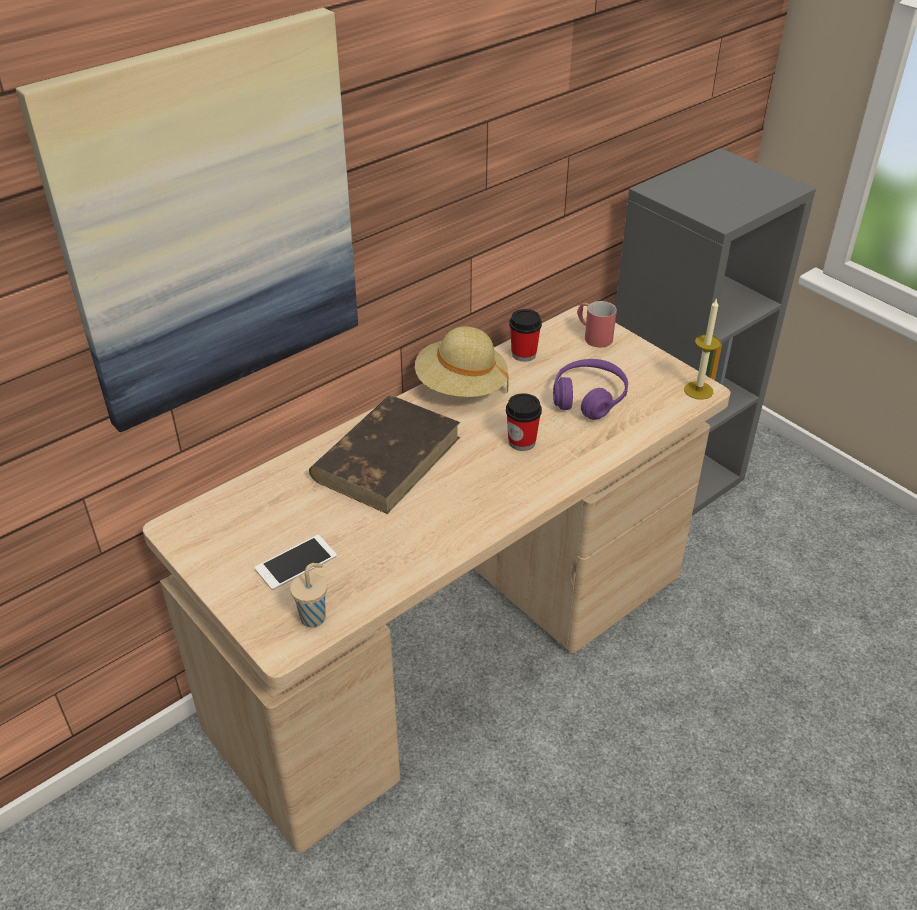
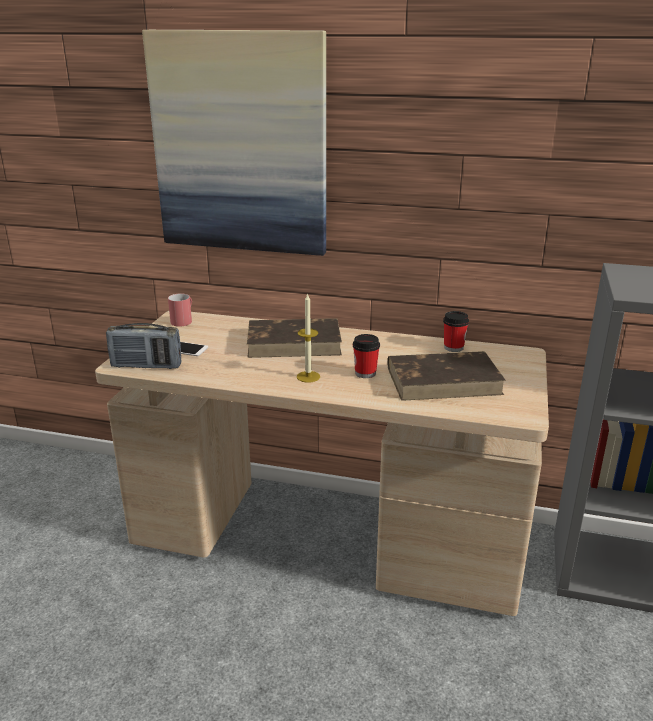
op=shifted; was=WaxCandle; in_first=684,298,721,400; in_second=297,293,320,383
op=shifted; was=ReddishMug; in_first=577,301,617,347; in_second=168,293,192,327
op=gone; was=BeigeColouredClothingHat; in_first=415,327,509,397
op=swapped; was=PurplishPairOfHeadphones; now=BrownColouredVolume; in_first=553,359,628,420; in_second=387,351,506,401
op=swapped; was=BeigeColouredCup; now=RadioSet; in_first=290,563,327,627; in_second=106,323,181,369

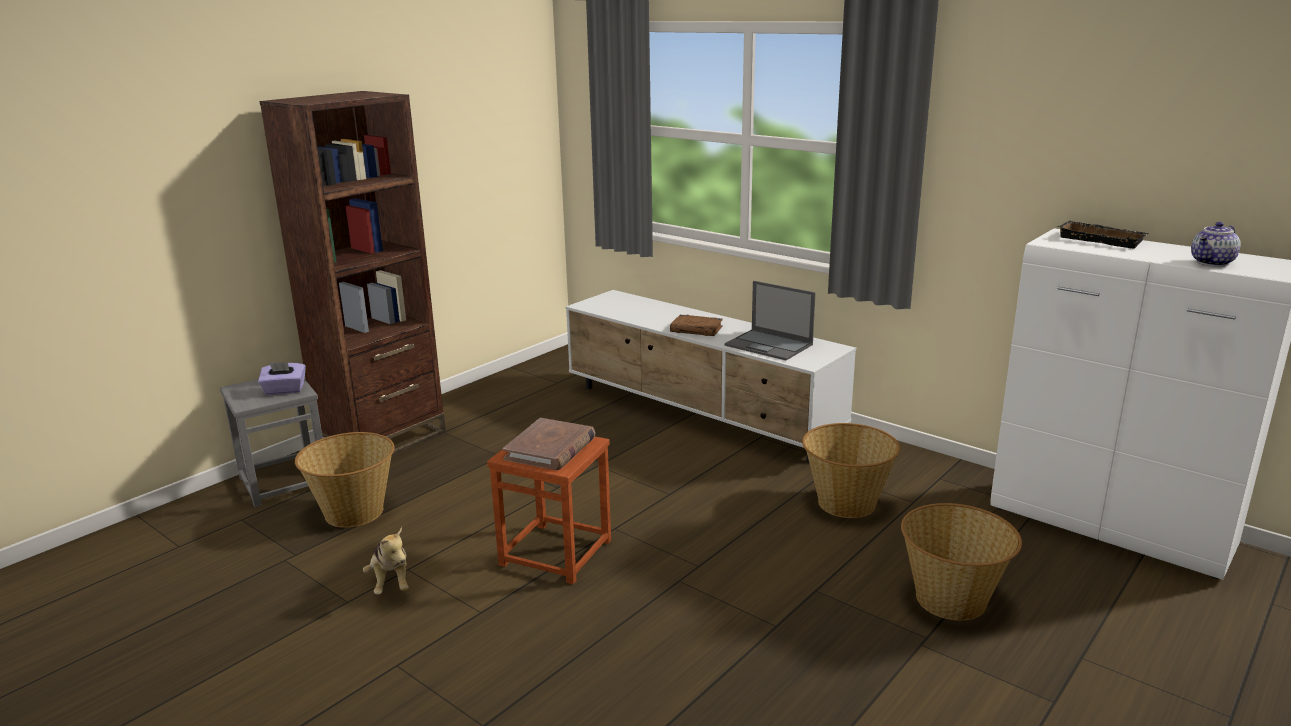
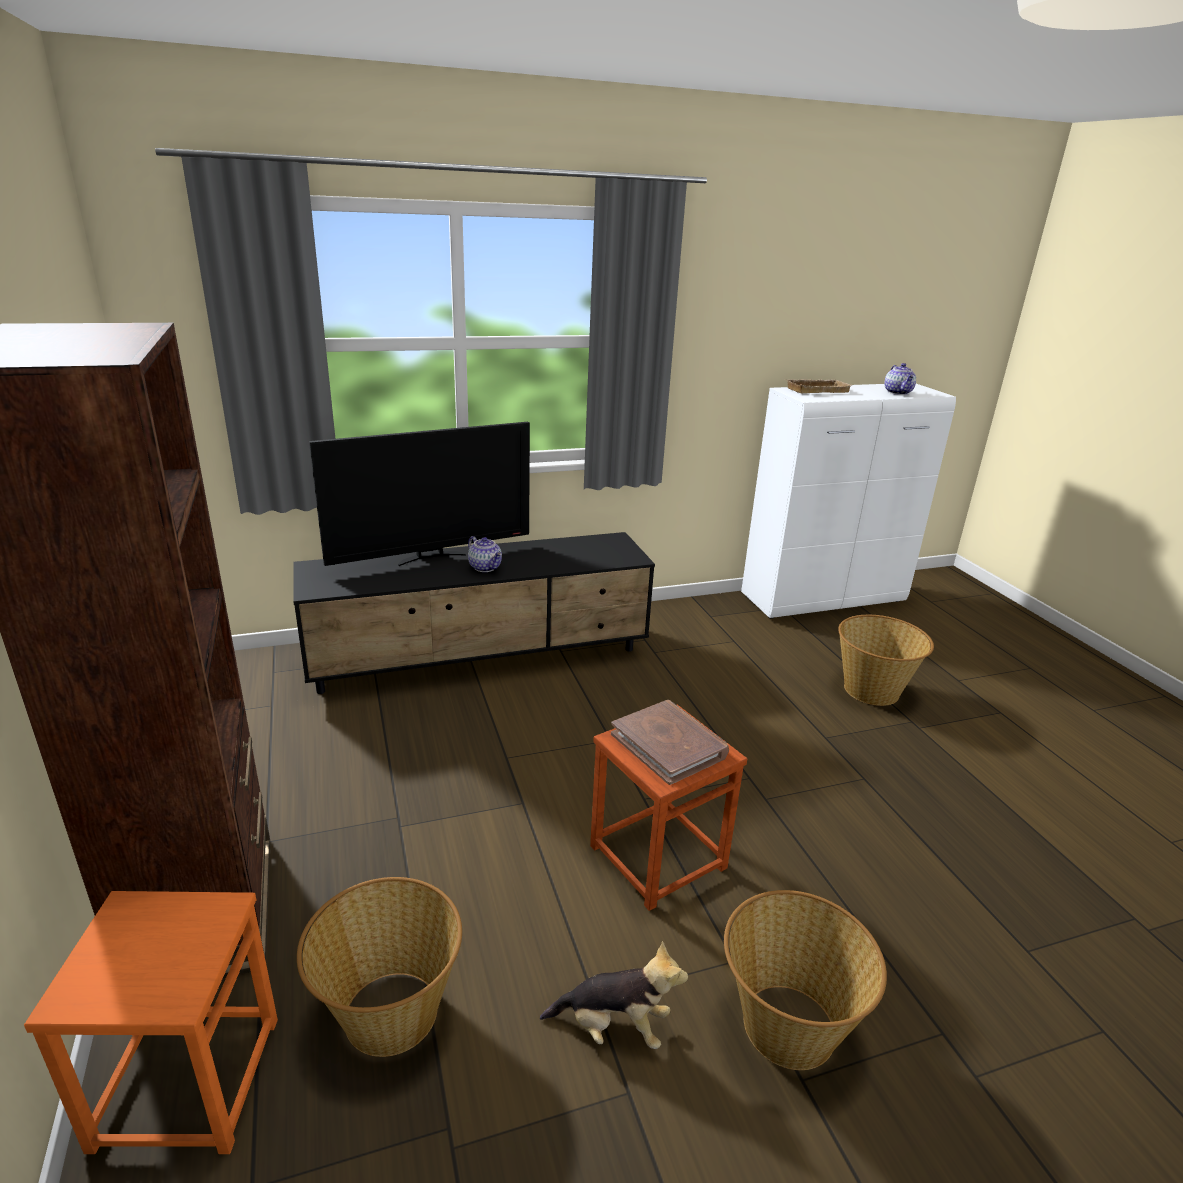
op=repainted; was=BlackServingTray; now=BeigeColouredServingTray; in_first=1057,221,1149,249; in_second=785,379,851,393
op=gone; was=PortableComputer; in_first=725,281,816,360
op=repainted; was=WhiteColouredTvUnit; now=BlackTvUnit; in_first=566,290,856,463; in_second=293,532,655,694
op=swapped; was=BrownColouredVolume; now=TeaPot; in_first=670,314,723,336; in_second=468,536,502,572
op=gone; was=PurplishTissueHolder; in_first=258,362,306,395
op=repainted; was=GraySittingStool; now=OrangeySittingStool; in_first=220,379,323,507; in_second=24,891,278,1154
op=shifted; was=Basket; in_first=802,423,900,518; in_second=724,890,887,1070
op=new; now=TvSet; in_second=309,422,530,566

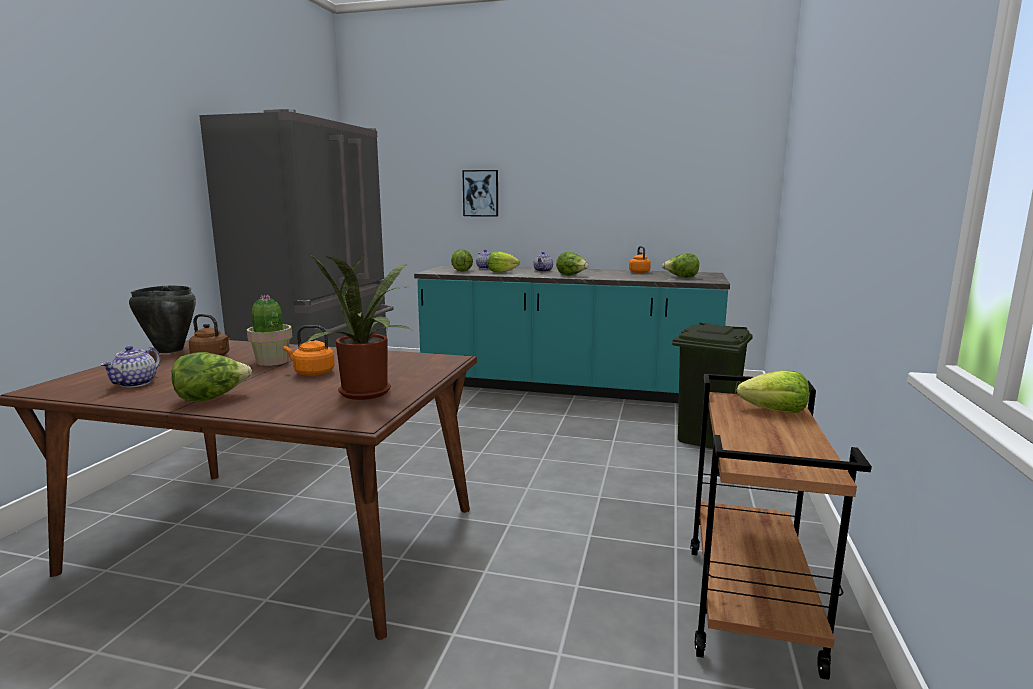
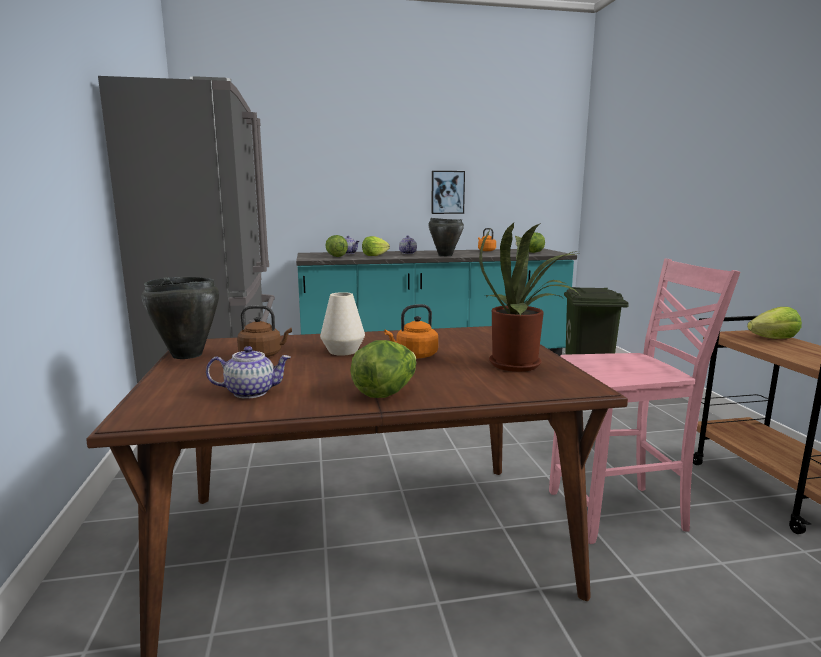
op=shifted; was=Picture; in_first=462,170,498,217; in_second=431,171,465,214
op=swapped; was=LettuceHead; now=BlackStockpot; in_first=556,252,589,276; in_second=428,218,464,256
op=swapped; was=Houseplant; now=WhiteColouredDecorativeVase; in_first=247,295,292,366; in_second=320,292,365,356
op=rotated; was=TeaPot; in_first=100,346,161,387; in_second=206,346,291,399; clockwise=-90
op=new; now=PinkColouredChair; in_second=549,259,740,544

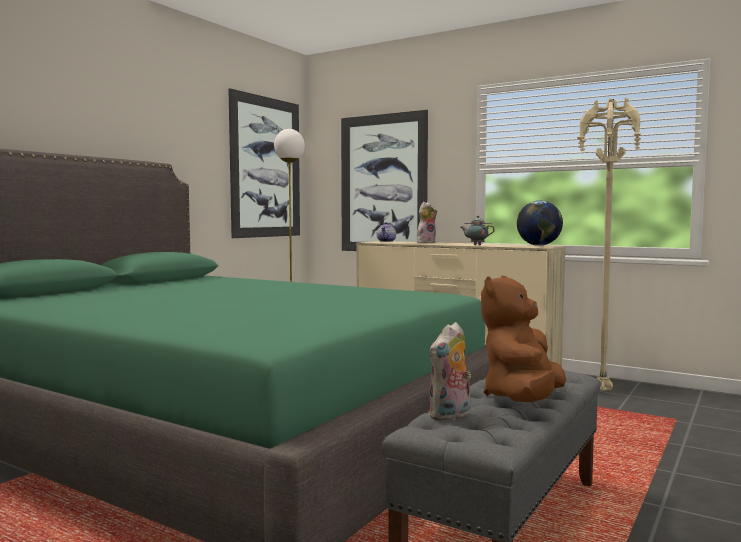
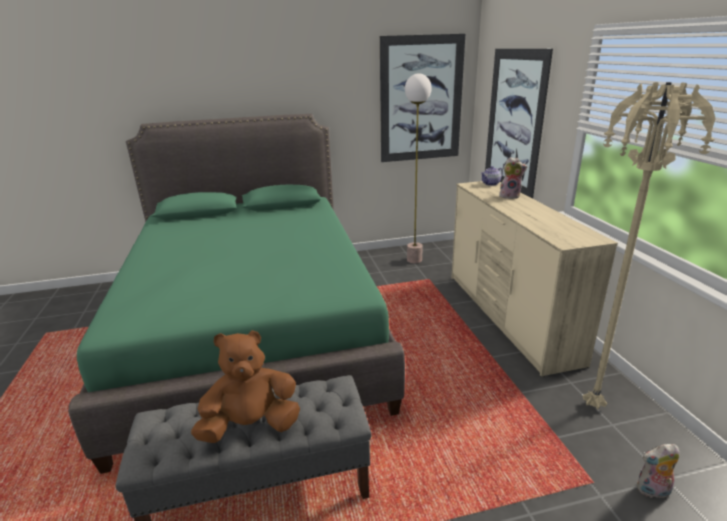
op=gone; was=Globe; in_first=517,200,563,246
op=gone; was=TeaPot; in_first=460,216,495,245
op=shifted; was=PlushToy; in_first=429,322,471,422; in_second=637,444,679,498

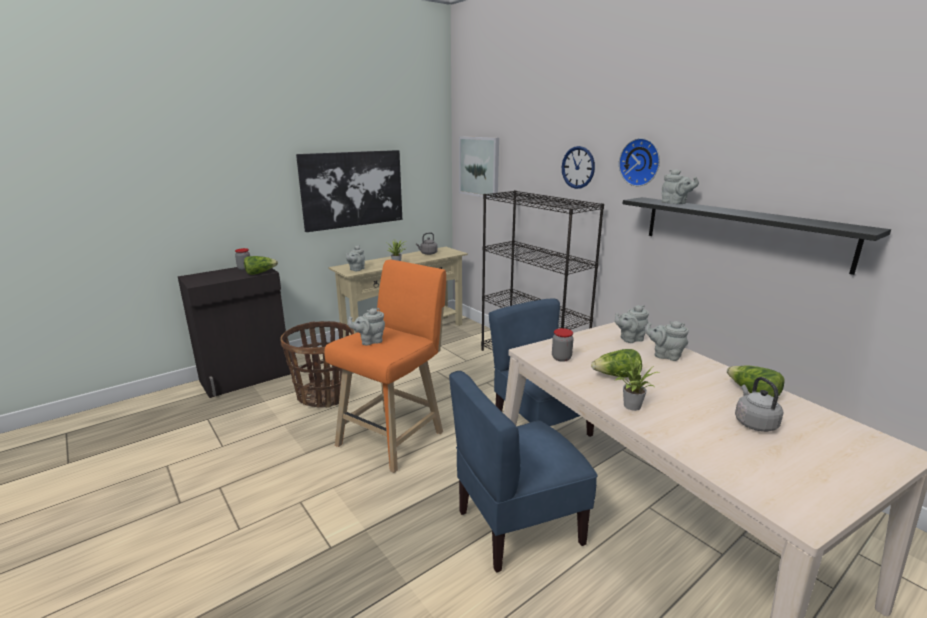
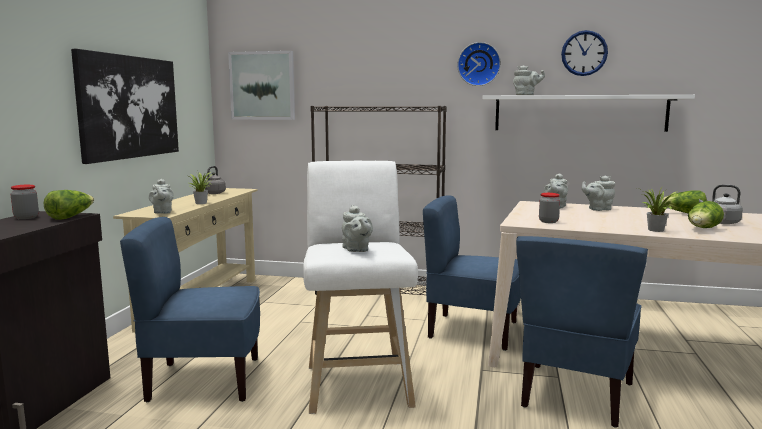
op=shifted; was=ClockOnTheWall; in_first=562,146,595,189; in_second=561,30,608,76
op=repainted; was=BlackShelf; now=WhiteColouredShelf; in_first=623,197,891,275; in_second=482,95,695,132
op=repainted; was=OrangeySittingStool; now=WhiteColouredSittingStool; in_first=324,260,446,473; in_second=303,161,418,414
op=rotated; was=GrayTeaPot; in_first=348,308,385,345; in_second=342,205,373,252; clockwise=-45
op=swapped; was=Basket; now=BlueChair; in_first=280,321,354,408; in_second=120,217,260,402
op=shifted; was=LettuceHead; in_first=591,349,642,377; in_second=688,201,724,228

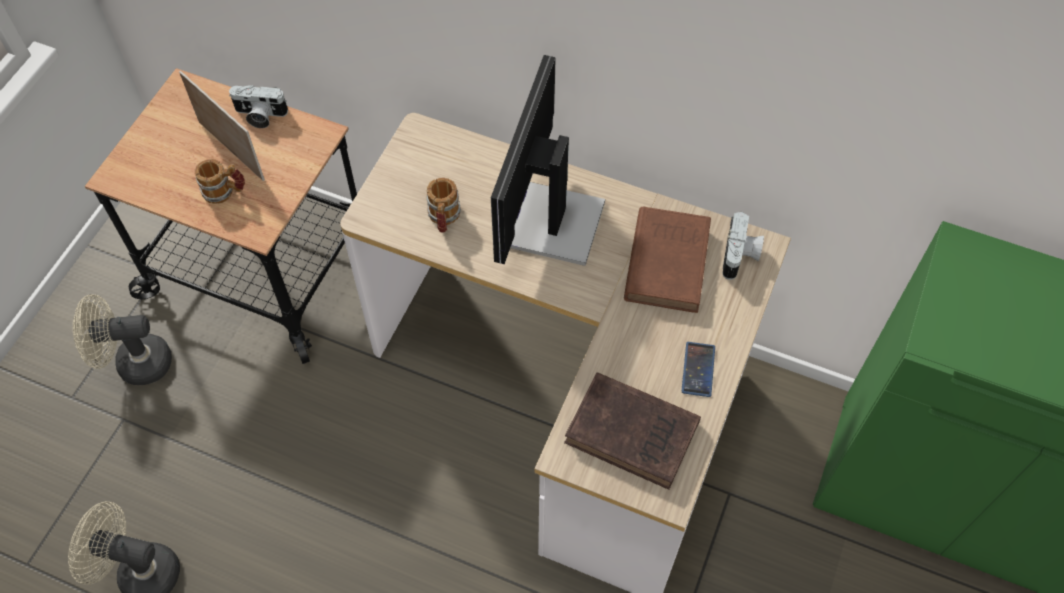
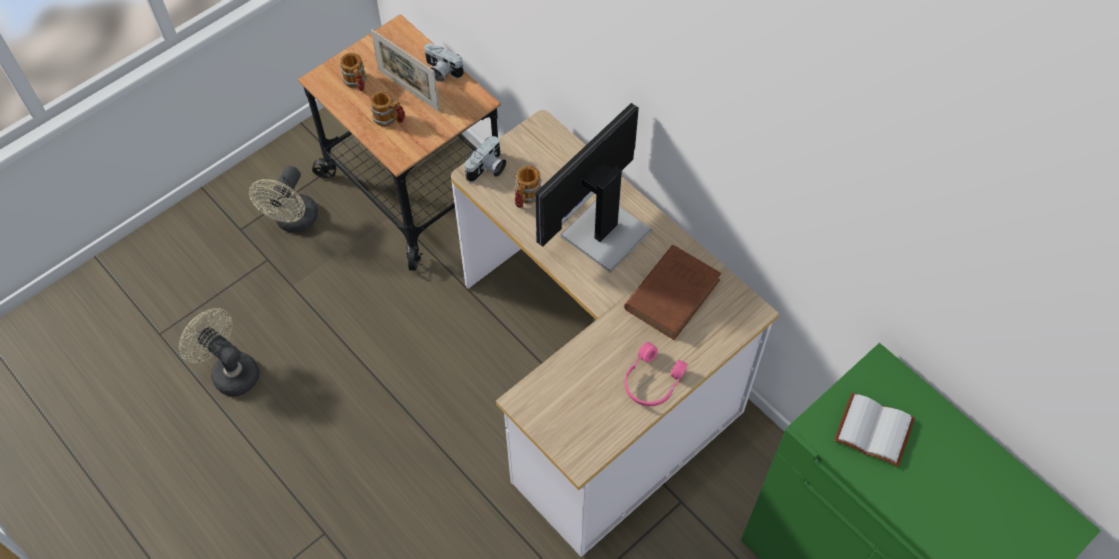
op=rotated; was=PhotoFrame; in_first=179,71,265,181; in_second=371,29,440,112; clockwise=150
op=shifted; was=PhotoCamera; in_first=722,212,764,280; in_second=465,136,507,182
op=rotated; was=BeigeColouredCoolingFan; in_first=73,294,172,385; in_second=249,166,318,233; clockwise=-90
op=swapped; was=Phone; now=PinkColouredPairOfHeadphones; in_first=682,342,715,397; in_second=625,342,688,406
op=gone; was=BrownColouredVolume; in_first=564,372,701,490
op=new; now=Mug; in_second=340,53,367,91
op=new; now=WhiteColouredVolume; in_second=834,393,915,467

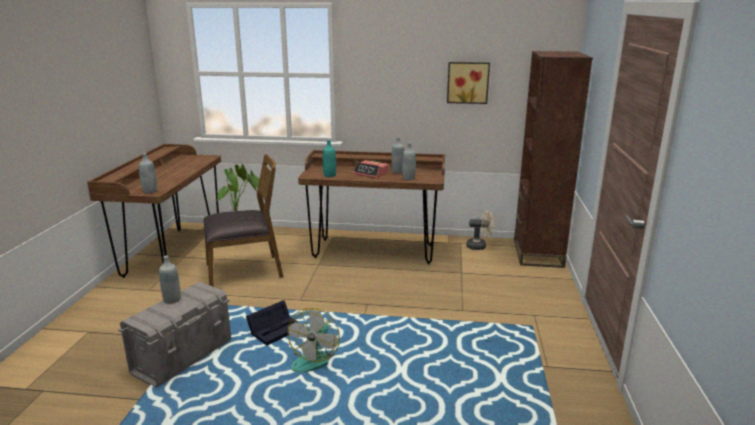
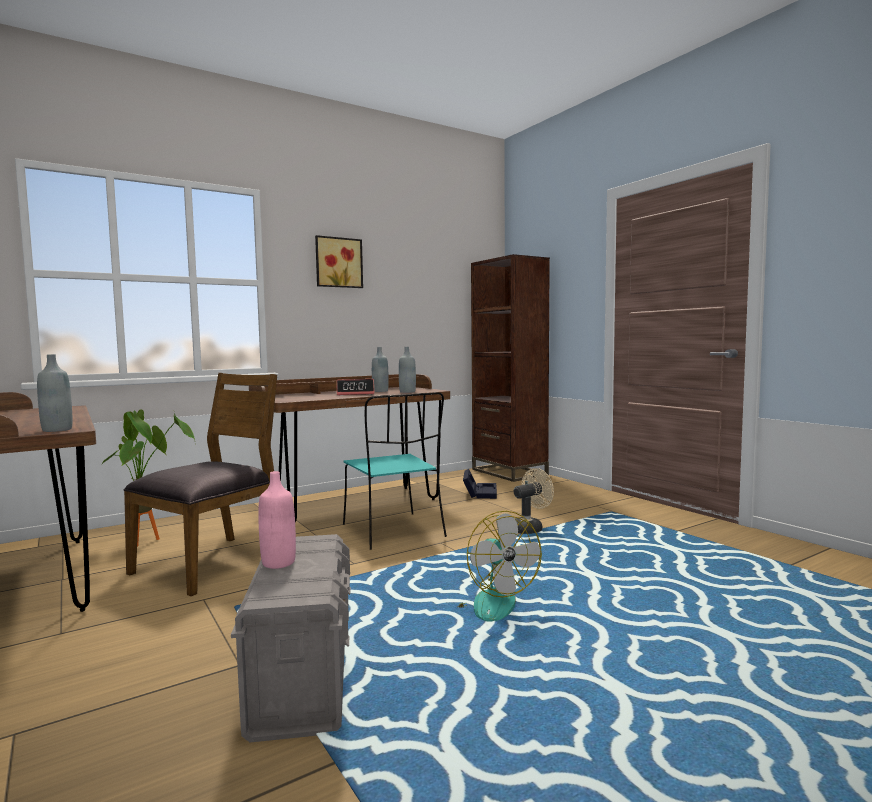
op=shifted; was=Picture; in_first=447,62,490,104; in_second=315,235,363,288
op=gone; was=TurquoiseColouredBottle; in_first=323,140,336,177
op=shifted; was=BeigeColouredCoolingFan; in_first=466,211,494,250; in_second=514,468,554,534
op=repainted; was=GrayBottle; now=PinkColouredBottle; in_first=159,256,181,304; in_second=258,471,296,569
op=shifted; was=BlackStorageBox; in_first=246,300,300,346; in_second=463,469,497,499
op=new; now=TurquoiseColouredChair; in_second=343,392,447,550

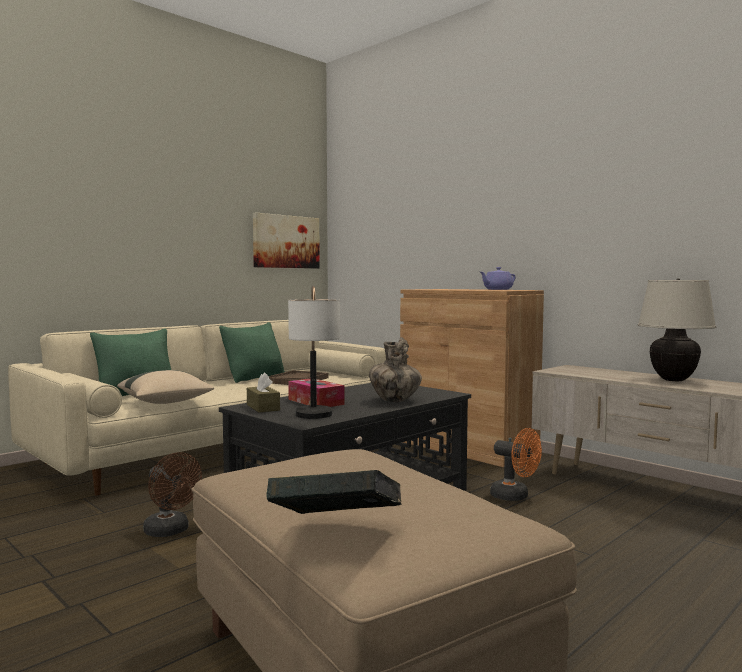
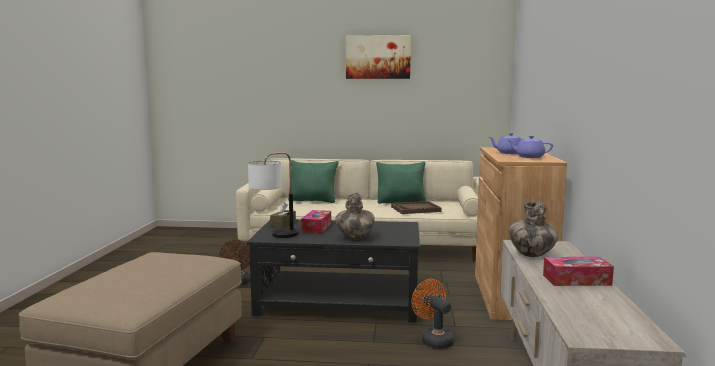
op=shifted; was=Picture; in_first=253,213,320,268; in_second=346,35,411,79
op=swapped; was=BeigeColouredLampForATable; now=TissueHolder; in_first=638,278,716,381; in_second=543,257,614,286
op=gone; was=BeigeColouredCushion; in_first=117,370,214,404
op=rotated; was=OrangeyCoolingFan; in_first=490,428,542,501; in_second=411,279,454,349; clockwise=150
op=gone; was=Volume; in_first=266,470,401,514
op=new; now=PurplishTeaPot; in_second=489,133,522,154
op=new; now=DecorativeVase; in_second=509,200,558,257

